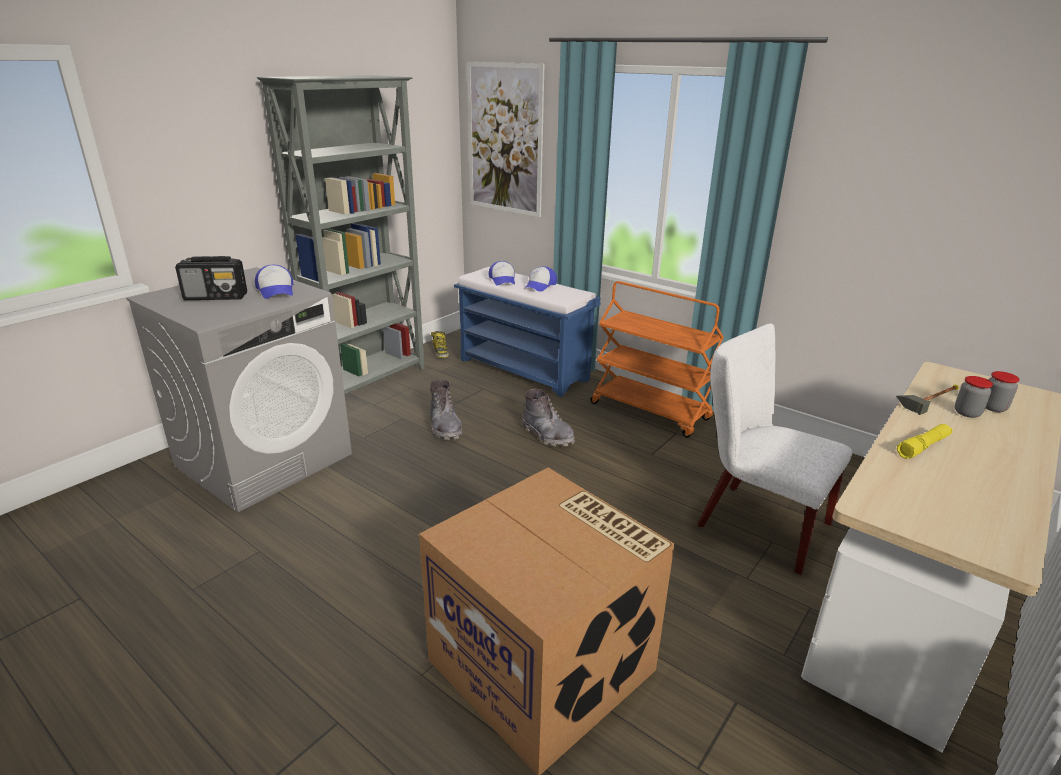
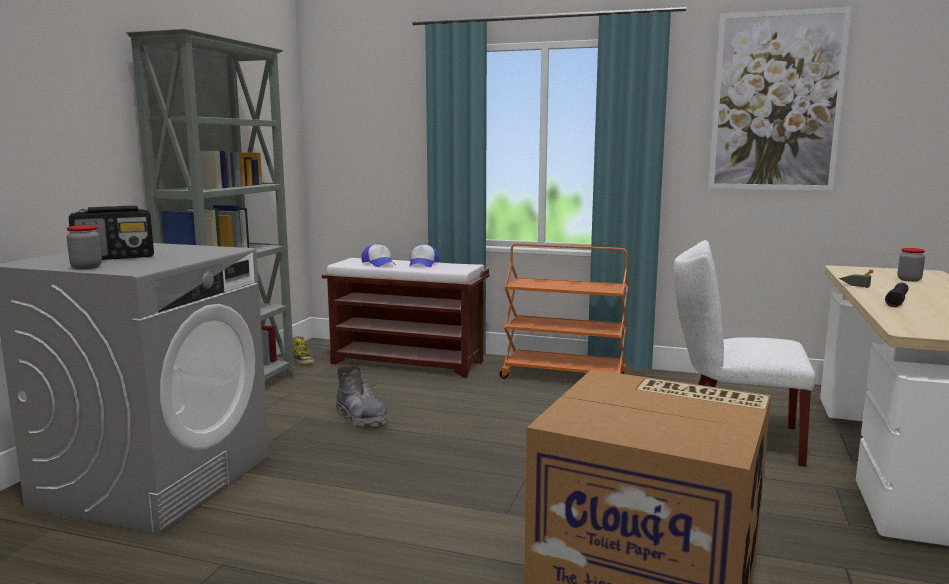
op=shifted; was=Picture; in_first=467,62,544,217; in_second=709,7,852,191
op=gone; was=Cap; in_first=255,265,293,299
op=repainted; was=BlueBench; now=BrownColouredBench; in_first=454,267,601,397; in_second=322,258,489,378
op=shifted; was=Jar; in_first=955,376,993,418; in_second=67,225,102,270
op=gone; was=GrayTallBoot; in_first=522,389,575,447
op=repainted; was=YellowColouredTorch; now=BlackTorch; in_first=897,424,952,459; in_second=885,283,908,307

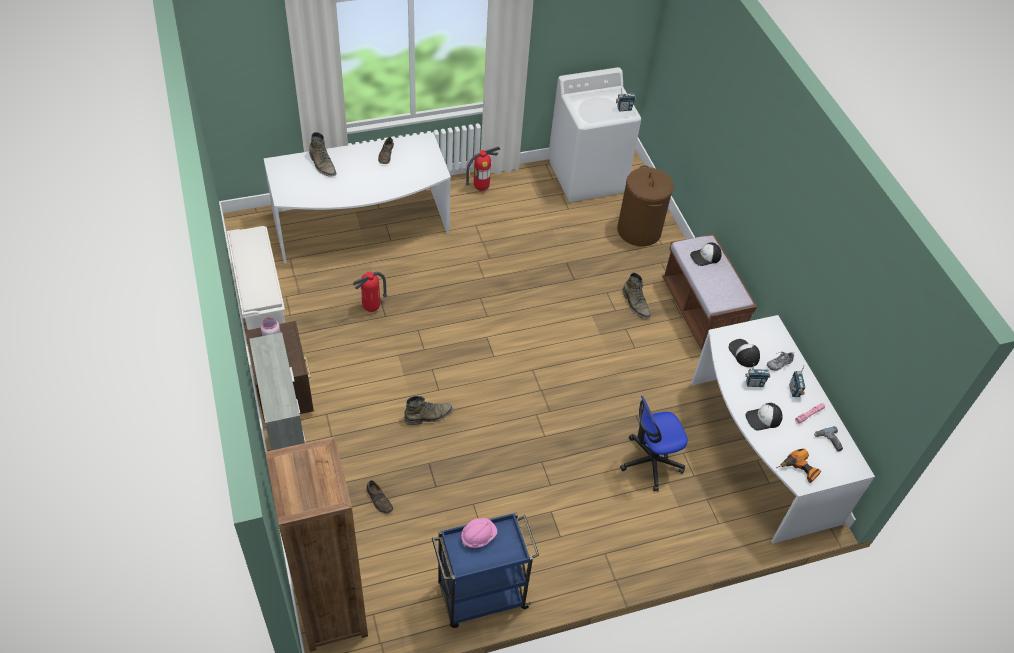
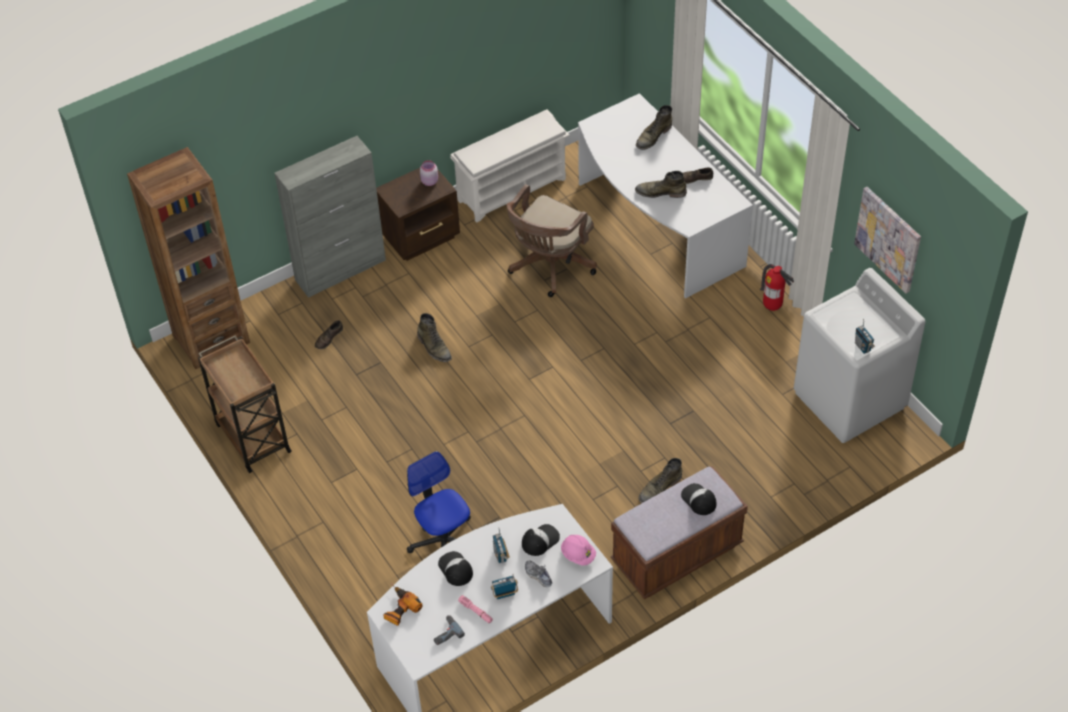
op=gone; was=BrownColouredLaundryBasket; in_first=617,165,674,247
op=swapped; was=FireExtinguisher; now=BrownColouredComputerChair; in_first=352,272,387,312; in_second=506,184,597,297
op=repainted; was=BlueCart; now=BrownColouredCart; in_first=432,512,539,628; in_second=198,335,292,473
op=shifted; was=PinkColouredHardHat; in_first=461,518,497,548; in_second=561,535,596,566
op=new; now=GreenishTallBoot; in_second=635,171,687,198
op=new; now=Picture; in_second=854,187,921,293

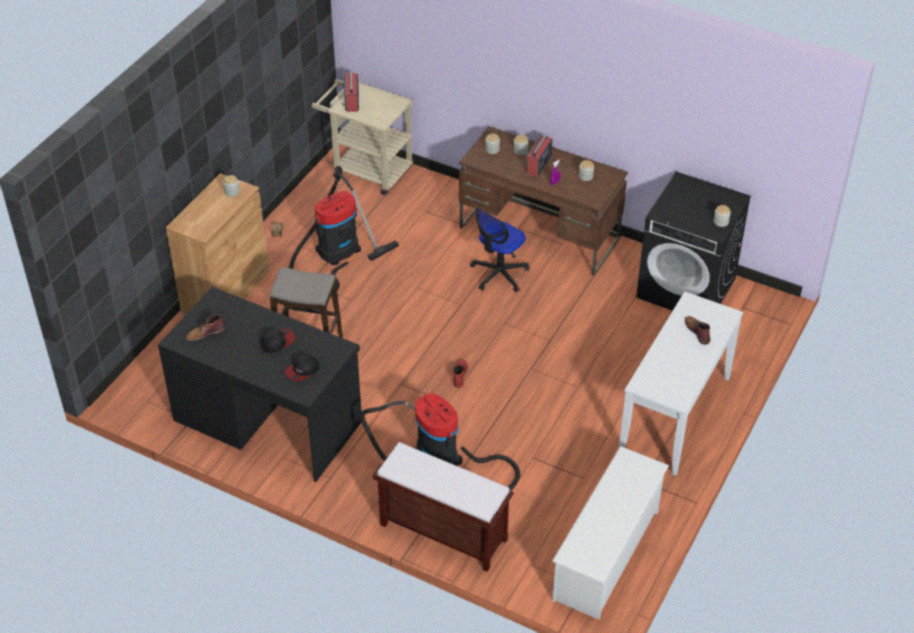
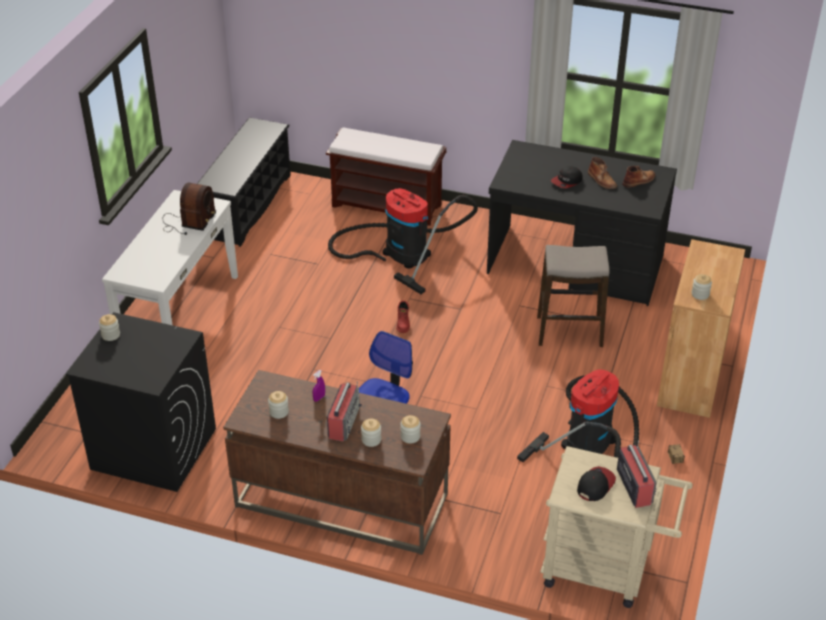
op=shifted; was=BrownColouredTallBoot; in_first=685,316,711,345; in_second=588,157,617,189
op=shifted; was=Cap; in_first=284,354,319,381; in_second=577,466,616,501
op=repainted; was=WhiteColouredShoeStand; now=BlackShoeStand; in_first=552,446,669,620; in_second=197,117,291,247
op=new; now=RadioSet; in_second=163,182,216,235

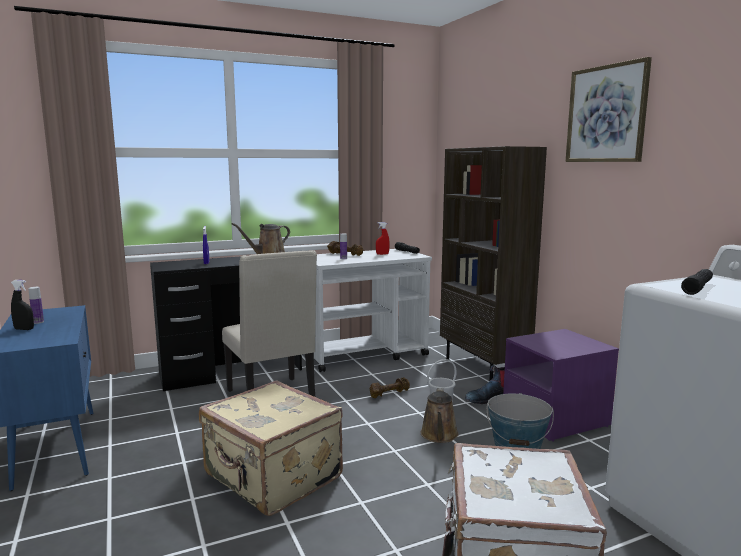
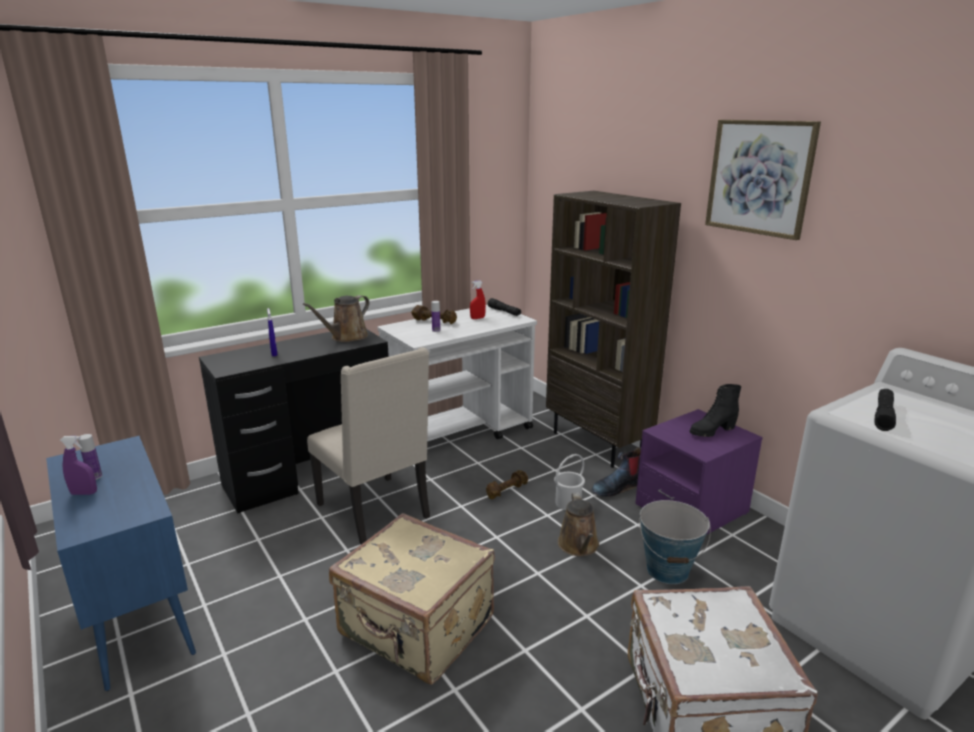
op=repainted; was=BlackSprayer; now=PurplishSprayer; in_first=11,280,34,330; in_second=60,436,97,495
op=new; now=BlackTallBoot; in_second=690,384,742,437

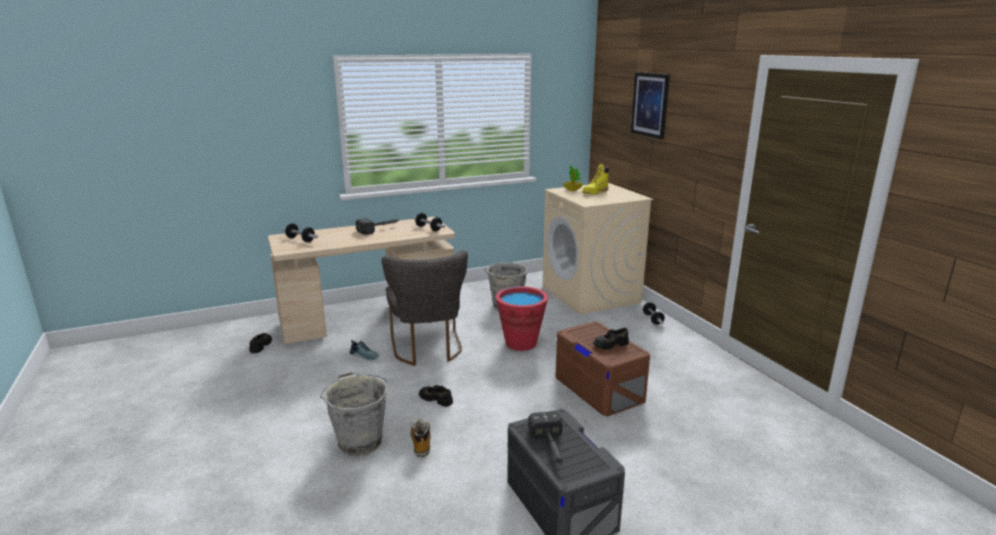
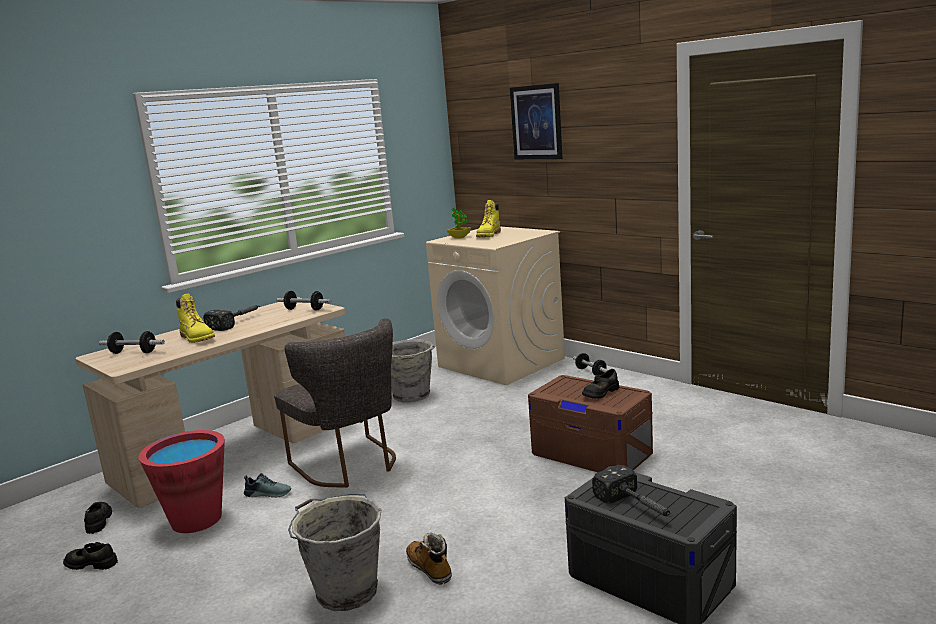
op=shifted; was=ReddishBucket; in_first=496,286,548,351; in_second=139,430,225,533
op=shifted; was=BlackLowShoe; in_first=419,385,453,407; in_second=63,542,118,570
op=new; now=YellowColouredTallBoot; in_second=176,294,215,343

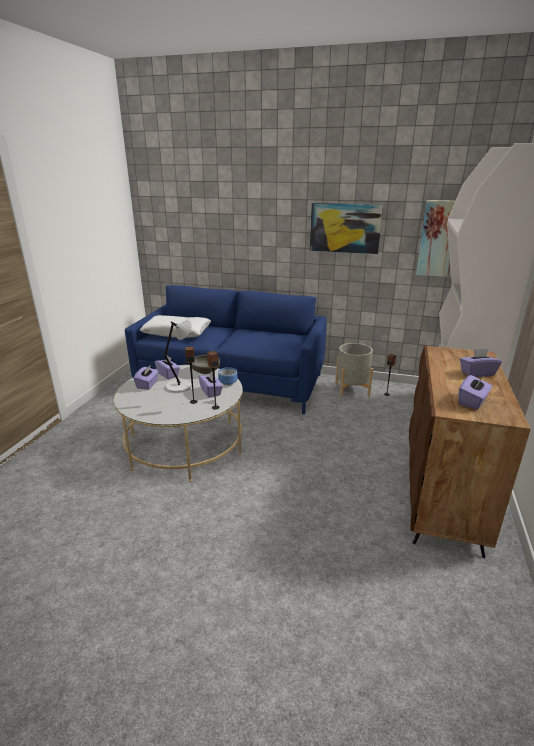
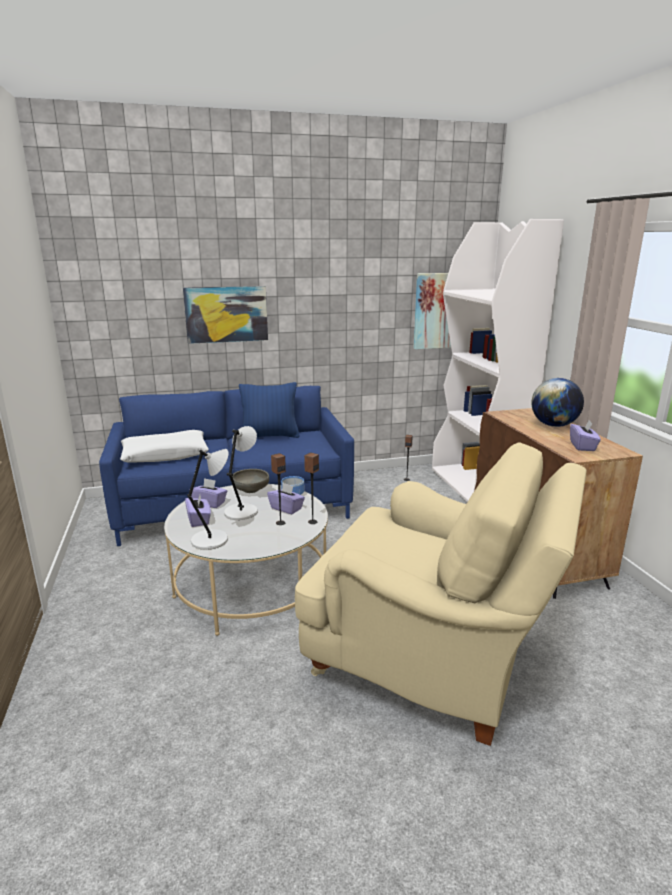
op=shifted; was=Picture; in_first=310,203,383,254; in_second=183,286,268,344
op=gone; was=GrayFlowerPot; in_first=335,343,373,397
op=swapped; was=PurplishTissueHolder; now=Globe; in_first=460,348,502,377; in_second=531,378,584,427
op=new; now=BlueCushion; in_second=239,382,300,438
op=new; now=BeigeColouredEasyChair; in_second=295,443,587,746
op=new; now=GrayLampForATable; in_second=187,449,228,550

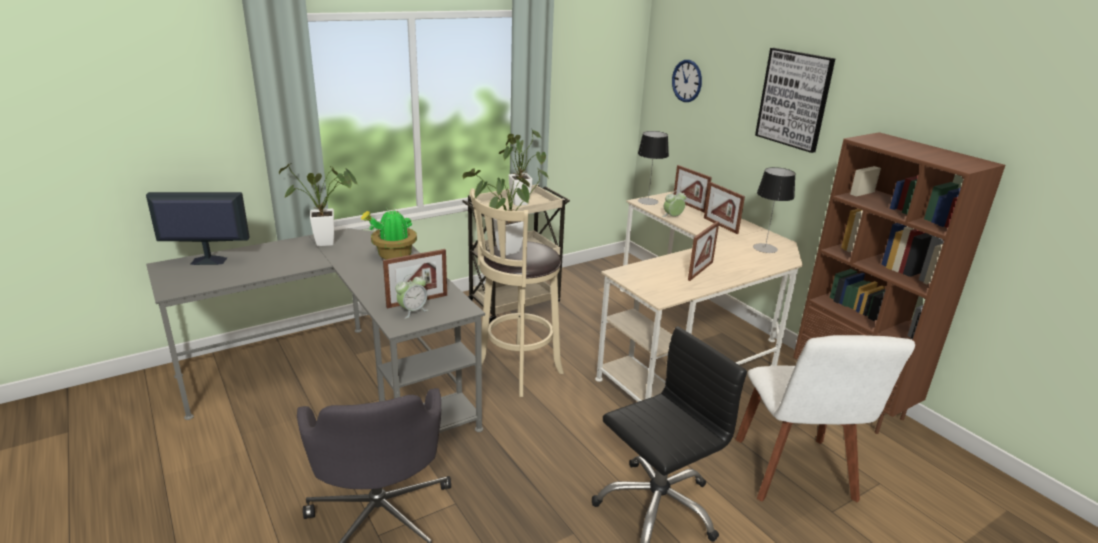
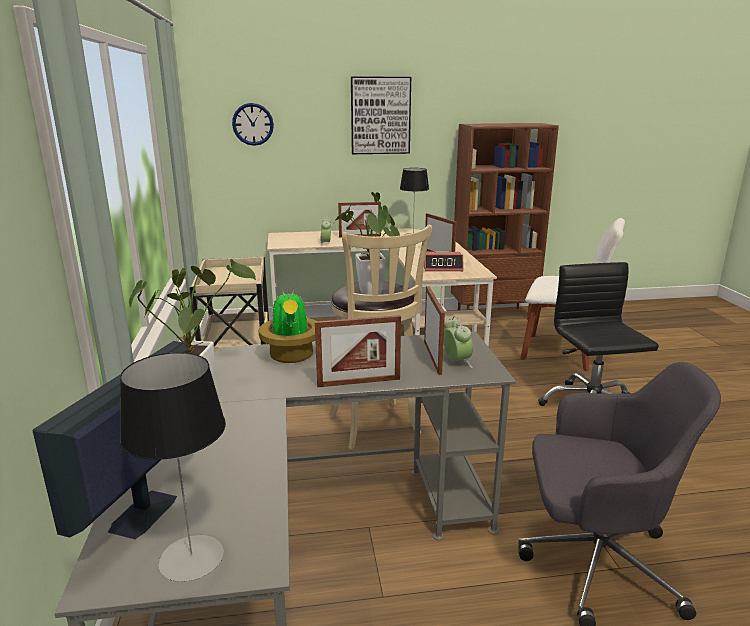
op=gone; was=Houseplant; in_first=499,128,546,206
op=shifted; was=LampForATable; in_first=638,131,669,205; in_second=120,352,226,582
op=shifted; was=PhotoFrame; in_first=673,165,712,213; in_second=315,315,401,387
op=new; now=TableClock; in_second=424,252,464,271

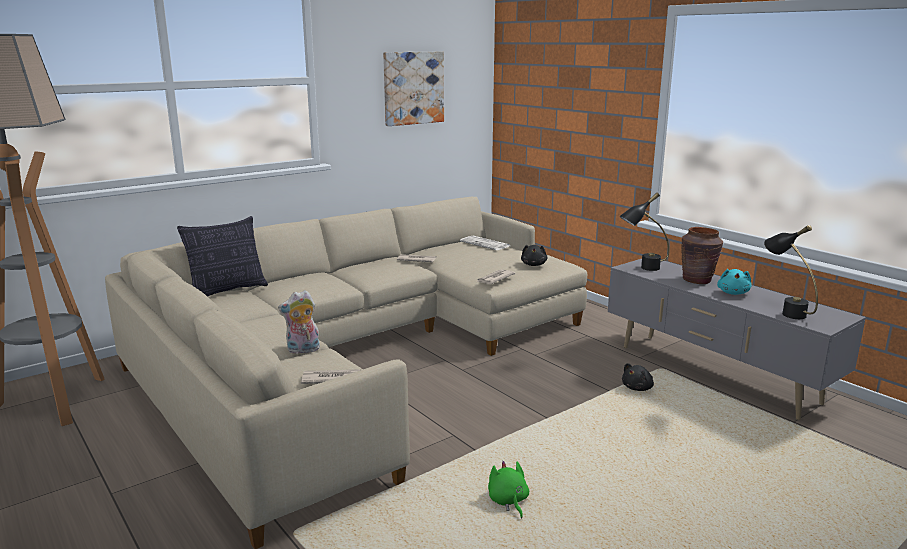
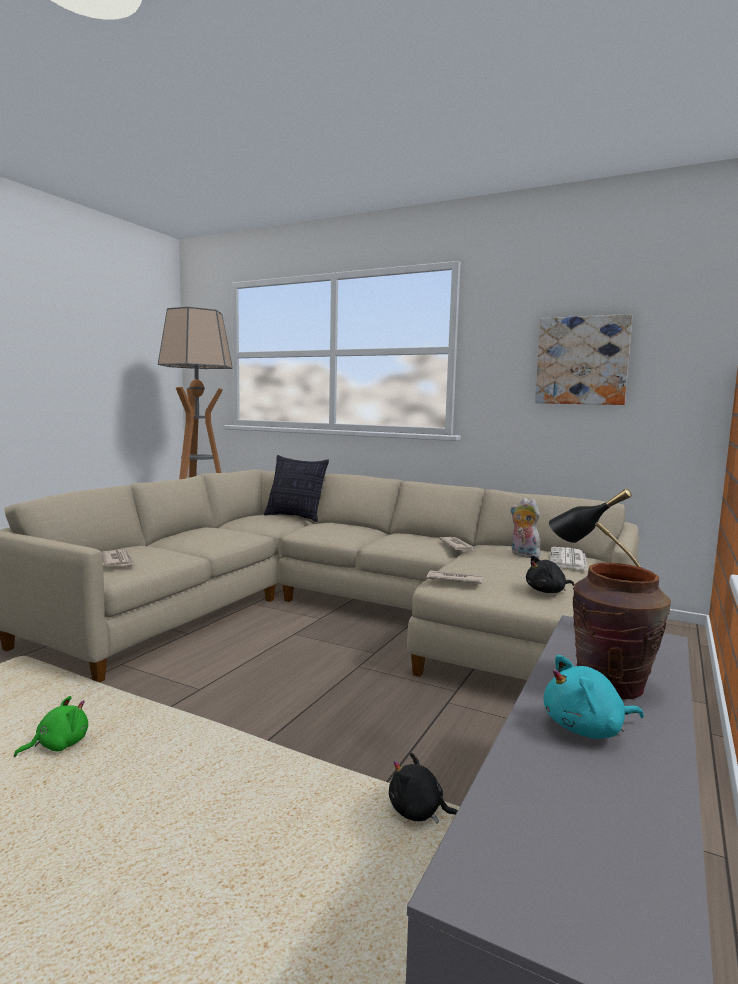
op=gone; was=BlackLampForATable; in_first=764,225,818,319
op=shifted; was=PlushToy; in_first=278,290,320,354; in_second=510,498,542,558

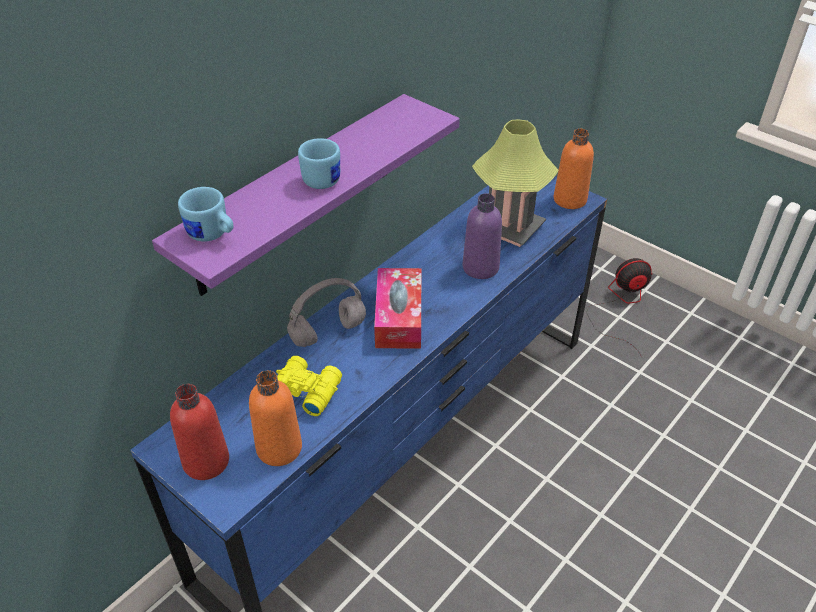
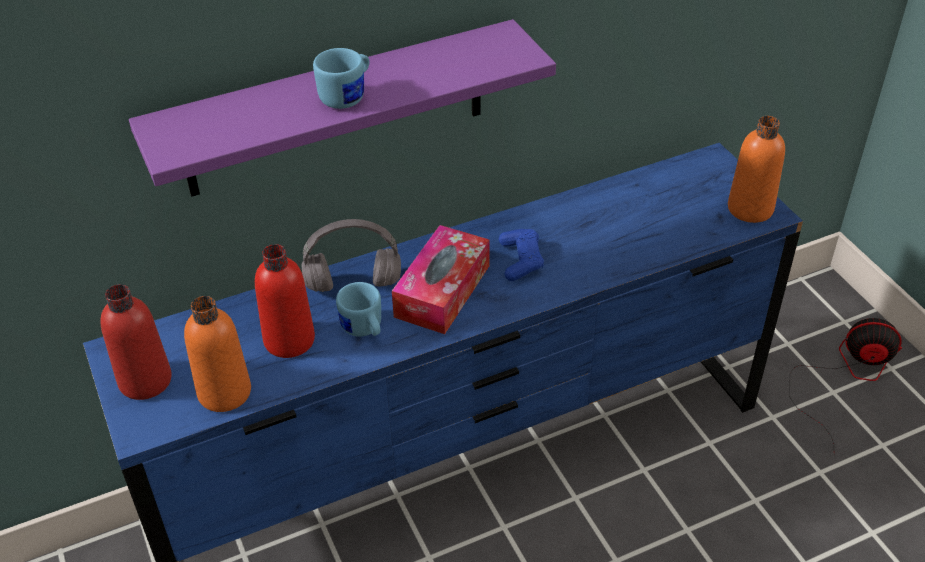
op=gone; was=LampForATable; in_first=472,120,559,247
op=shifted; was=BlueMug; in_first=178,187,234,242; in_second=336,282,381,337
op=gone; was=PurplishBottle; in_first=463,193,502,279
op=swapped; was=YellowColouredPairOfBinoculars; now=ReddishBottle; in_first=276,356,342,416; in_second=255,244,315,358
op=new; now=BlueGamepad; in_second=499,229,544,281

